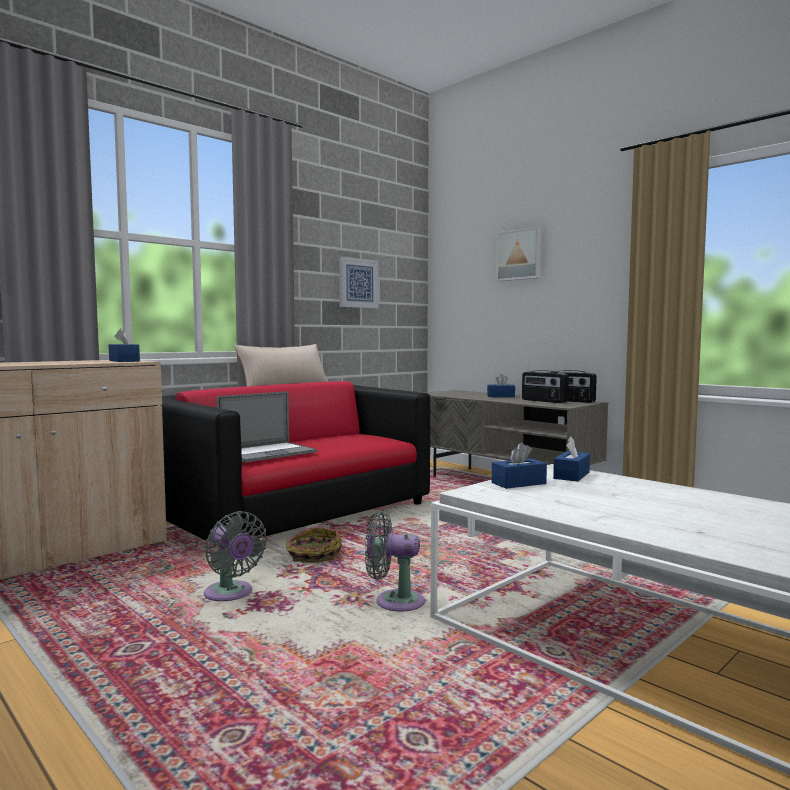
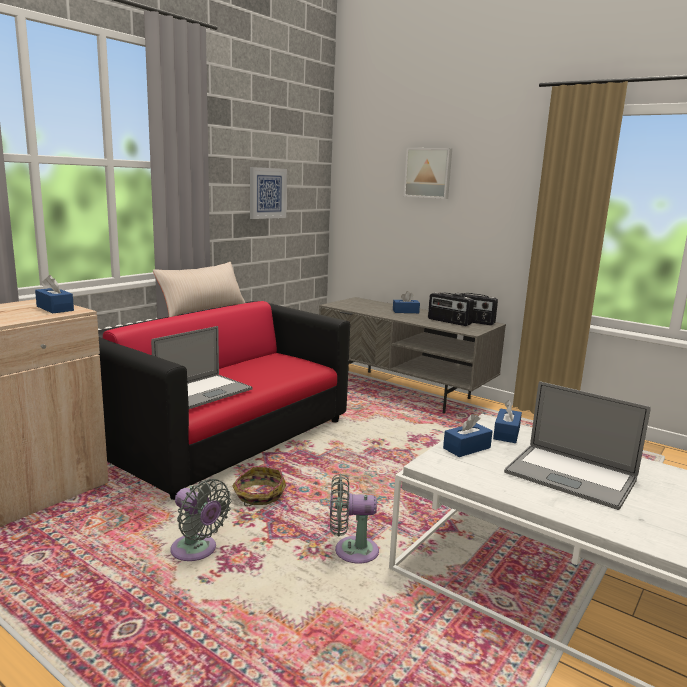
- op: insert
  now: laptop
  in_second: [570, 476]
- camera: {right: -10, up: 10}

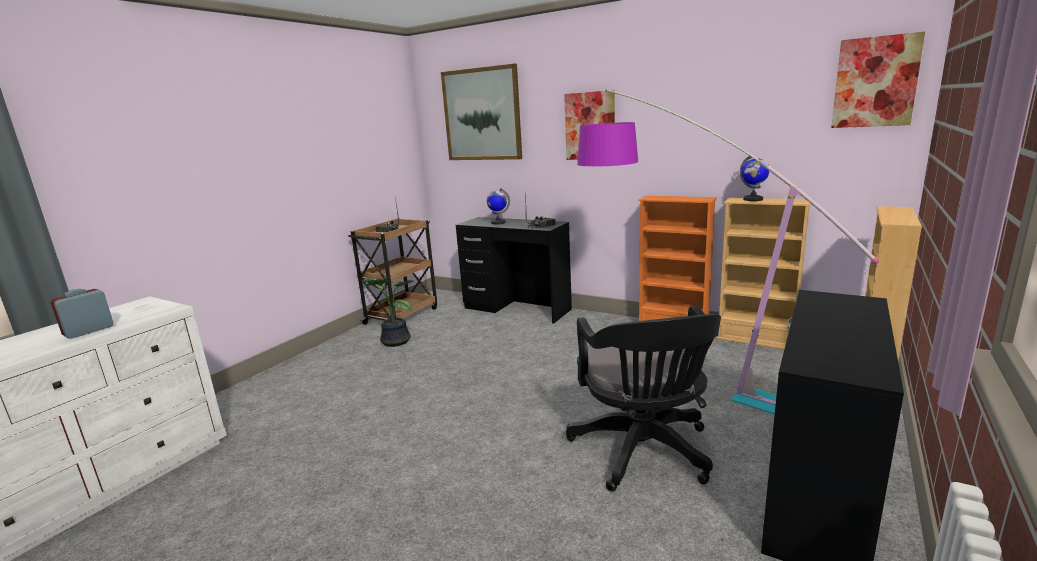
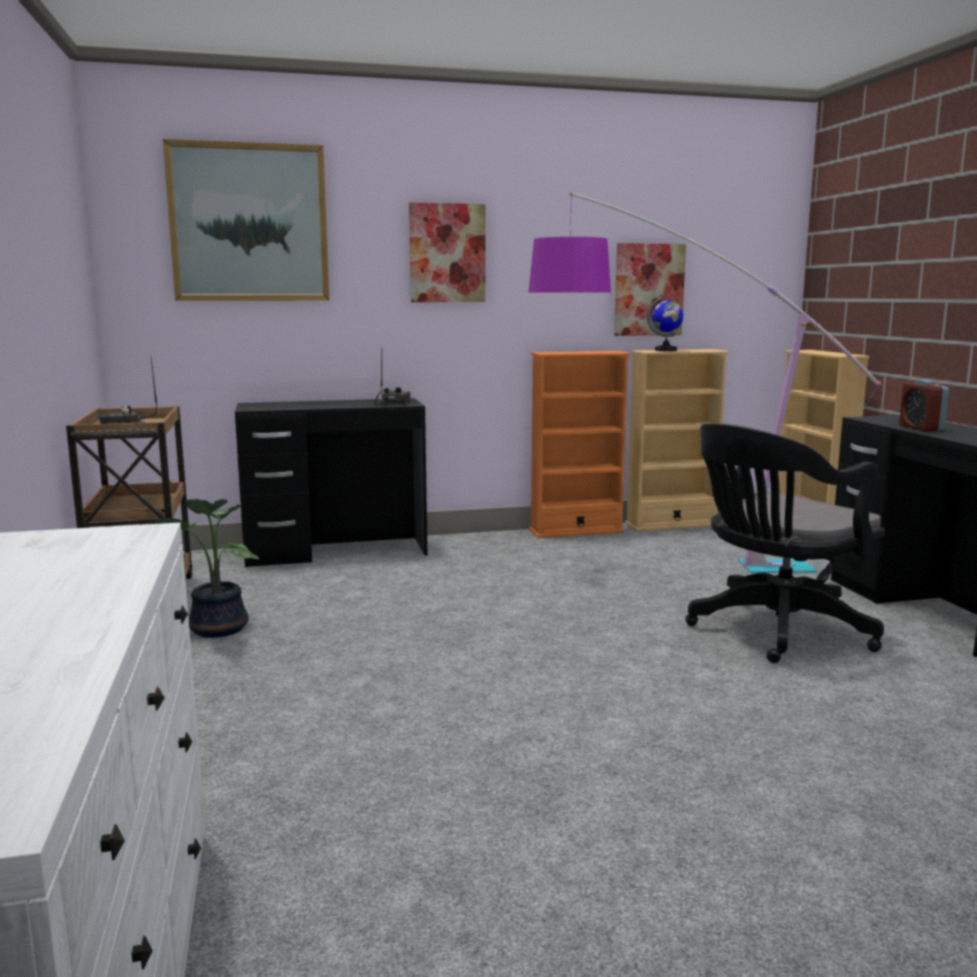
- op: delete
  was: globe
  in_first: [498, 223]
- op: move
  was: alarm clock
  in_first: [89, 331]
  in_second: [921, 428]
- op: move
  was: picture
  in_first: [875, 82]
  in_second: [648, 290]
- op: rotate
  was: black office chair
  in_first: [643, 453]
  in_second: [774, 631]
  clockwise: 105
- camera: {right: -45, up: -5}

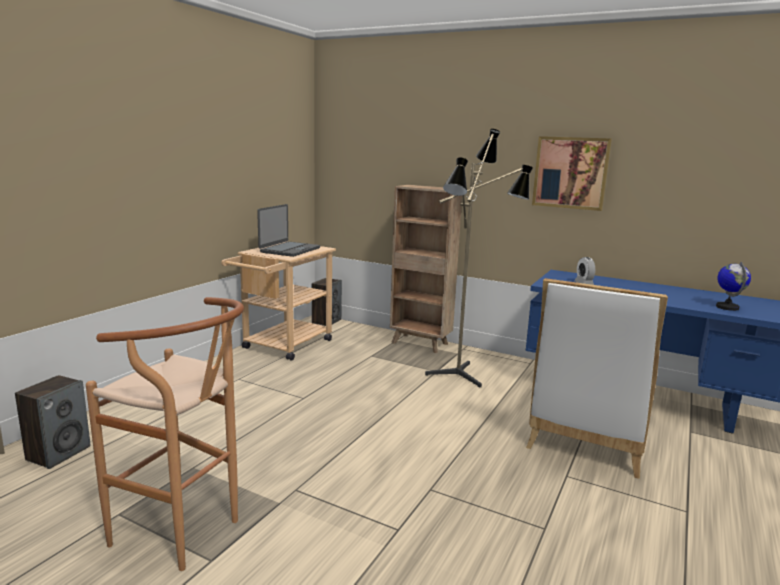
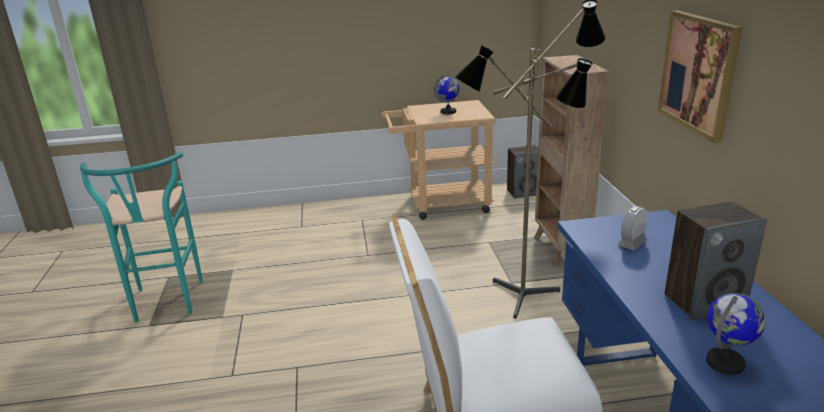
- op: move
  was: speaker
  in_first: [58, 453]
  in_second: [704, 301]
- op: replace
  was: laptop
  now: globe
  in_first: [289, 250]
  in_second: [448, 112]
- op: recolor
  was: brown stool
  now: turquoise stool
  in_first: [186, 534]
  in_second: [166, 305]
- camera: {right: 55, up: 10}

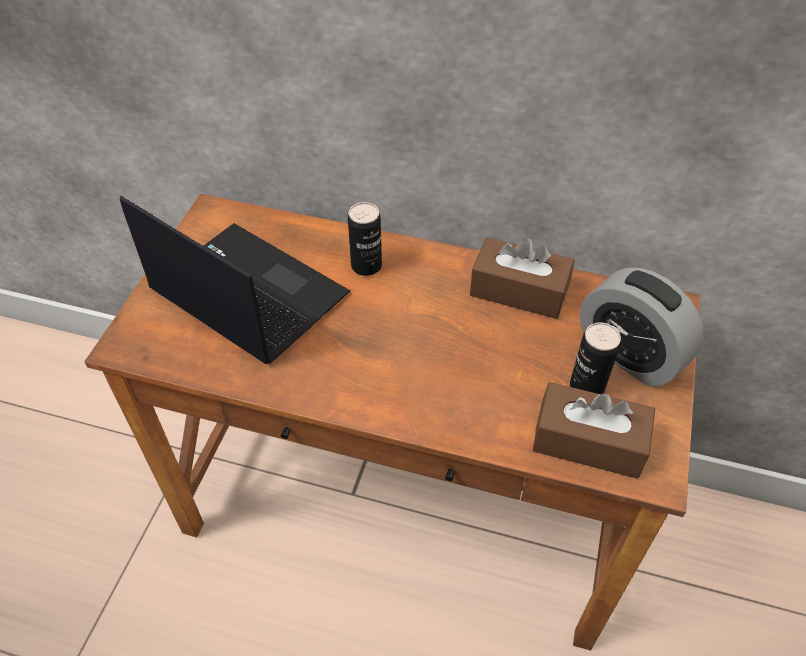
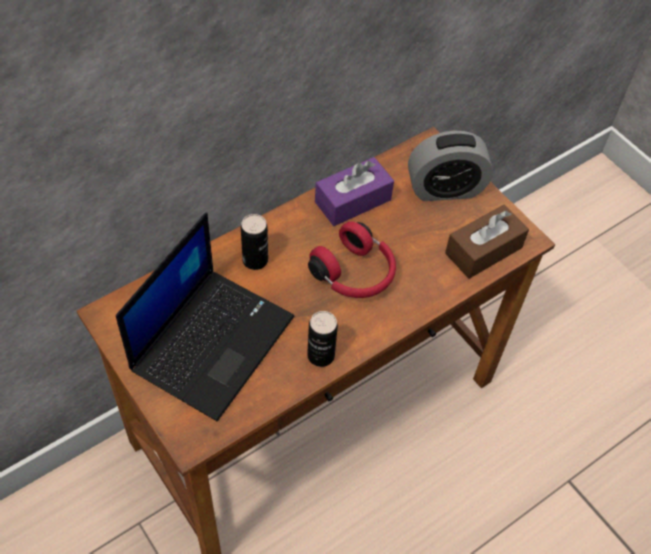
- op: insert
  now: red headphones
  in_second: [355, 274]
- op: move
  was: can
  in_first: [587, 387]
  in_second: [321, 355]
- op: recolor
  was: brown tissue box
  now: purple tissue box
  in_first: [519, 291]
  in_second: [353, 201]
- op: rotate
  was: laptop
  in_first: [246, 293]
  in_second: [212, 341]
  clockwise: 135
- camera: {right: -55, up: 5}

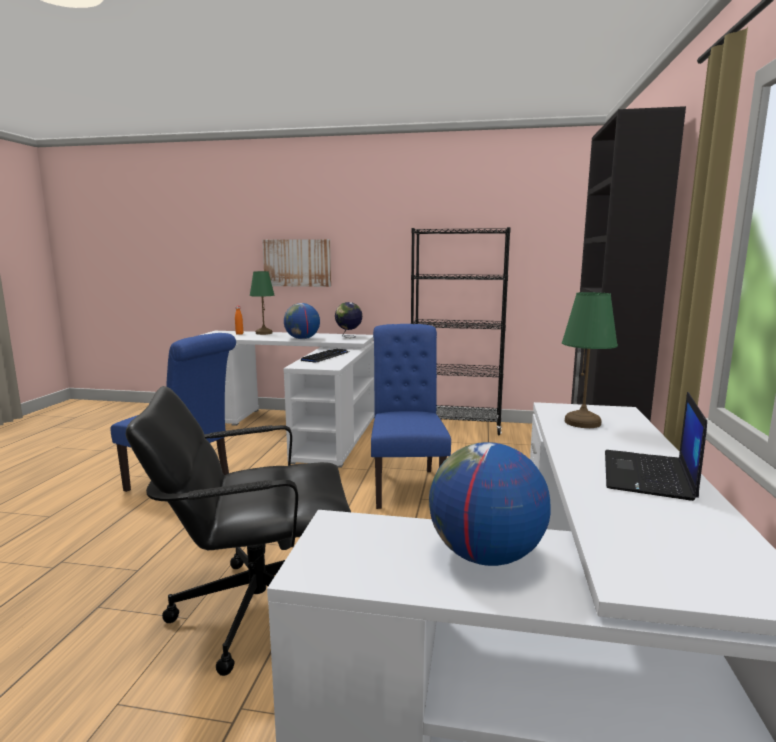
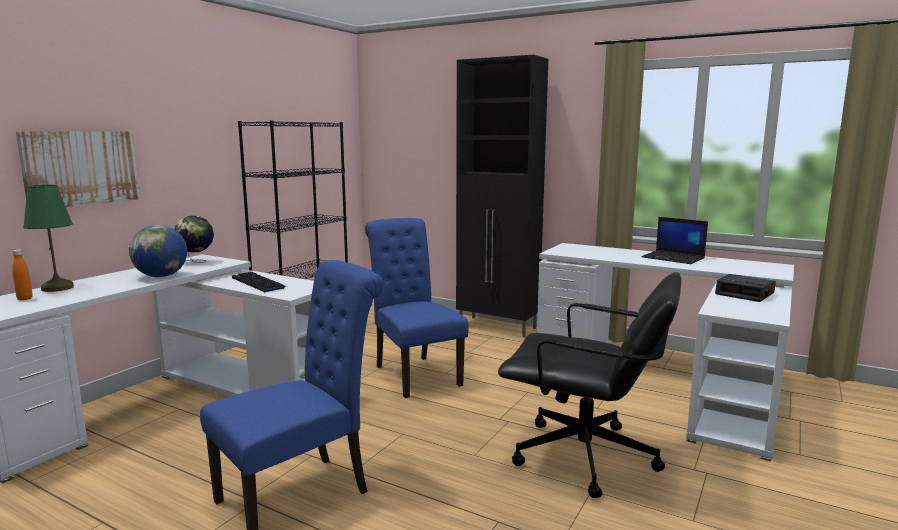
- op: delete
  was: green table lamp
  in_first: [582, 422]
- op: replace
  was: globe
  now: alarm clock
  in_first: [485, 556]
  in_second: [745, 294]
- op: rotate
  was: black office chair
  in_first: [256, 608]
  in_second: [586, 457]
  clockwise: -75
- op: rotate
  was: blue chair
  in_first: [406, 485]
  in_second: [414, 373]
  clockwise: 45
- camera: {right: -70, up: 0}

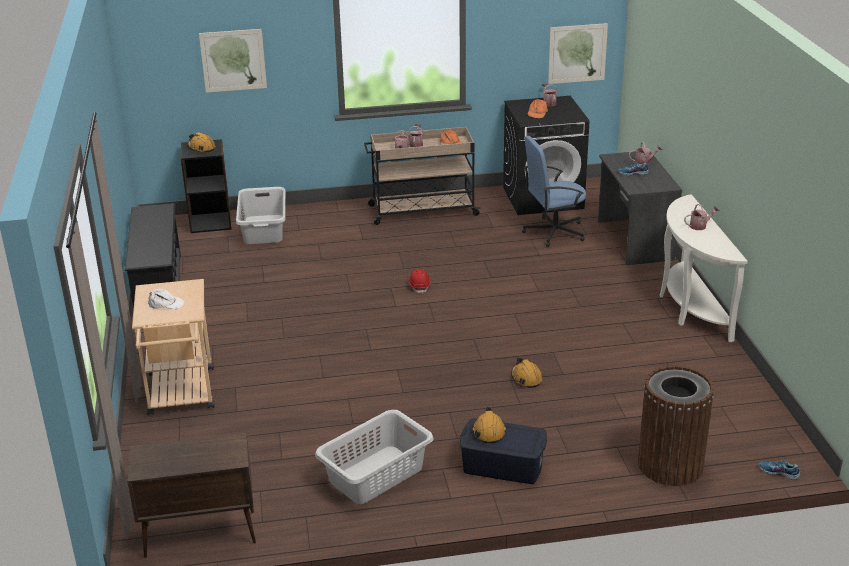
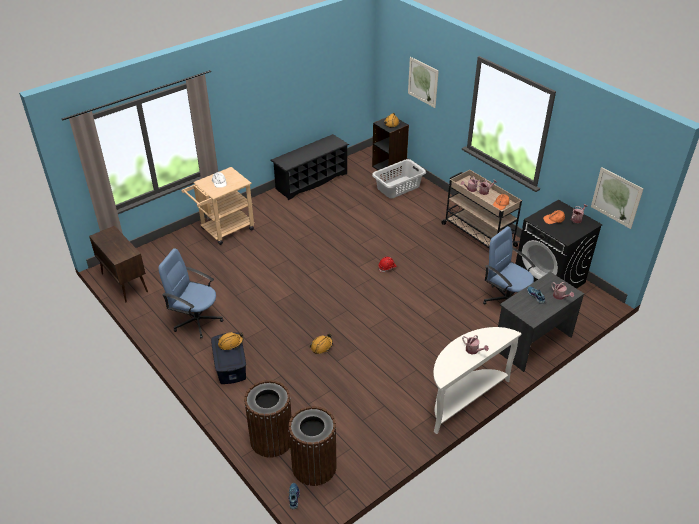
- op: insert
  now: brown trash can
  in_second: [314, 466]
- op: replace
  was: grey laundry basket
  now: blue office chair
  in_first: [375, 474]
  in_second: [197, 320]
- camera: {right: 60, up: 10}

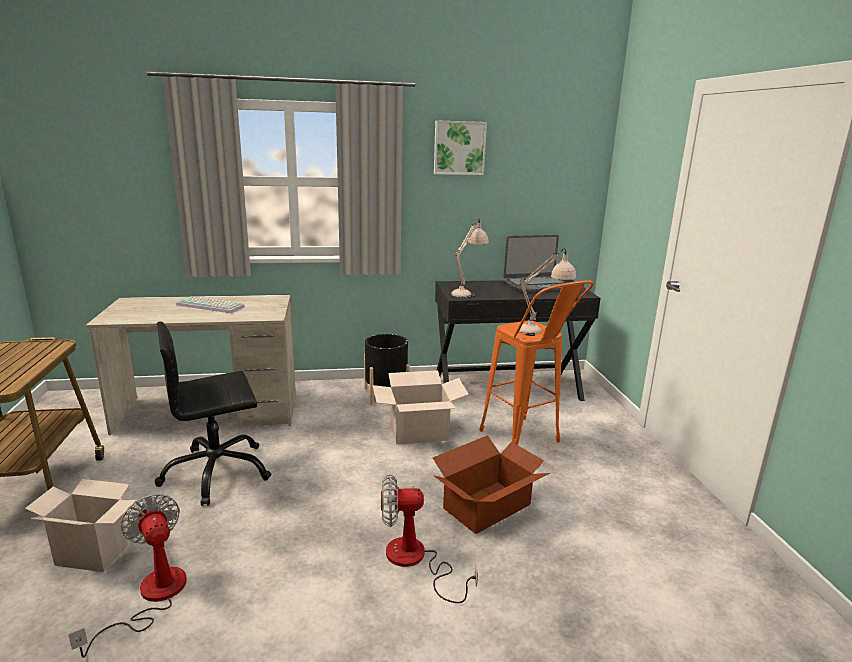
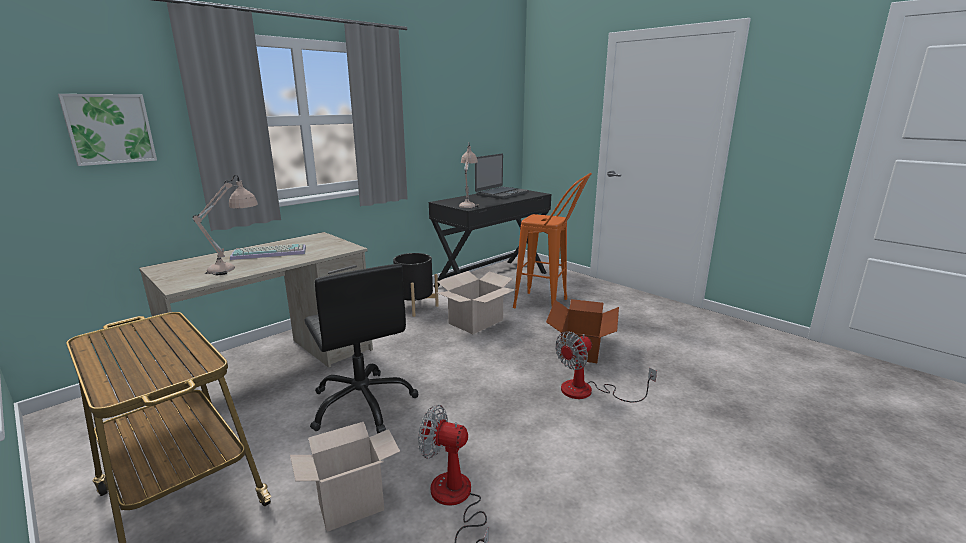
- op: move
  was: picture
  in_first: [459, 148]
  in_second: [109, 129]
- op: move
  was: beige table lamp
  in_first: [542, 331]
  in_second: [236, 267]
- op: rotate
  was: black office chair
  in_first: [216, 472]
  in_second: [363, 403]
  clockwise: -60
- camera: {right: -35, up: 0}

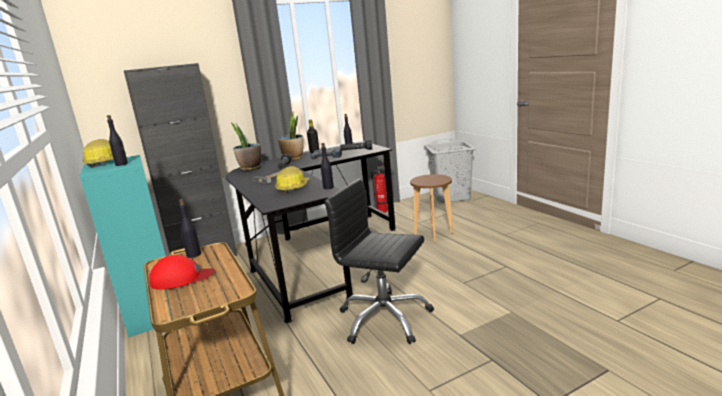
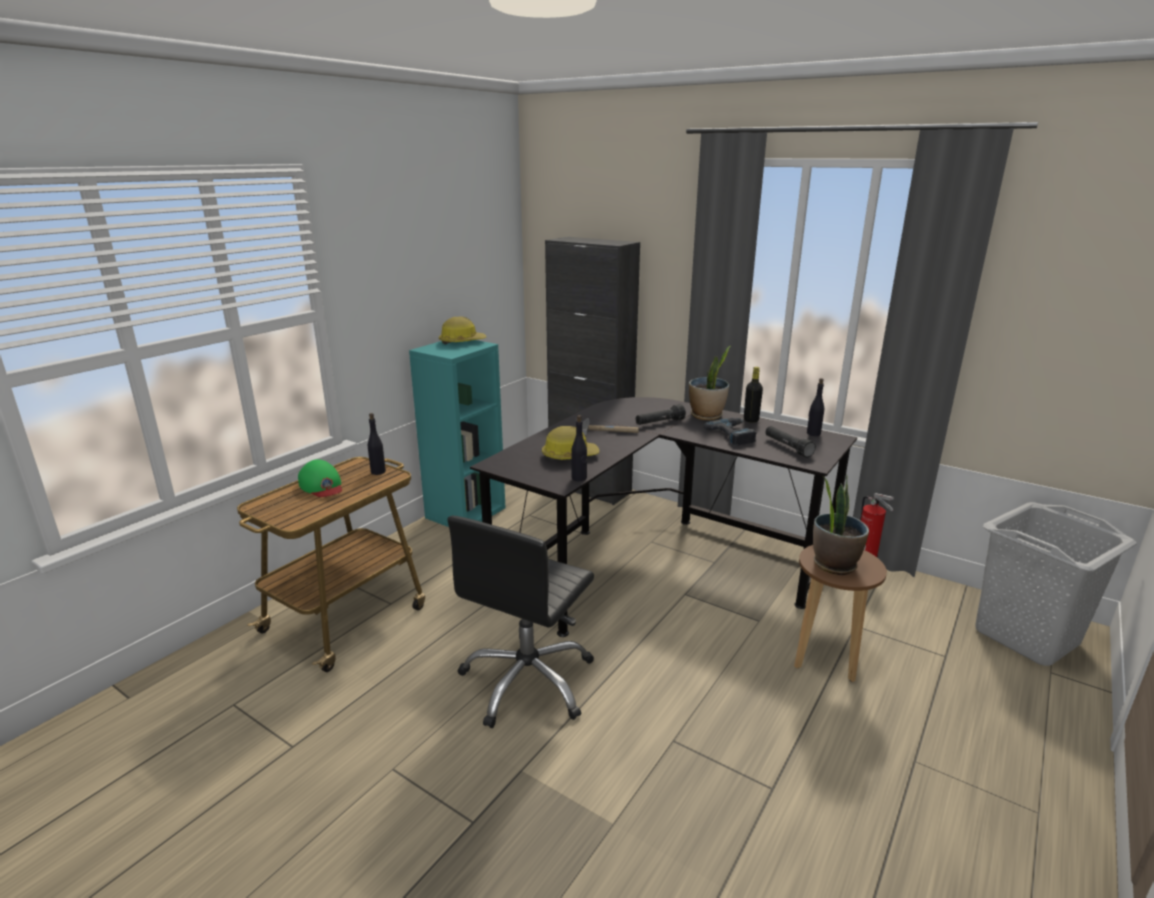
- op: delete
  was: black bottle
  in_first: [122, 164]
- op: move
  was: potted plant
  in_first: [250, 168]
  in_second: [834, 564]
- op: recolor
  was: red cap
  now: green cap
  in_first: [181, 278]
  in_second: [321, 485]
- op: rotate
  was: black office chair
  in_first: [384, 319]
  in_second: [528, 681]
  clockwise: -150
- camera: {right: 60, up: 5}

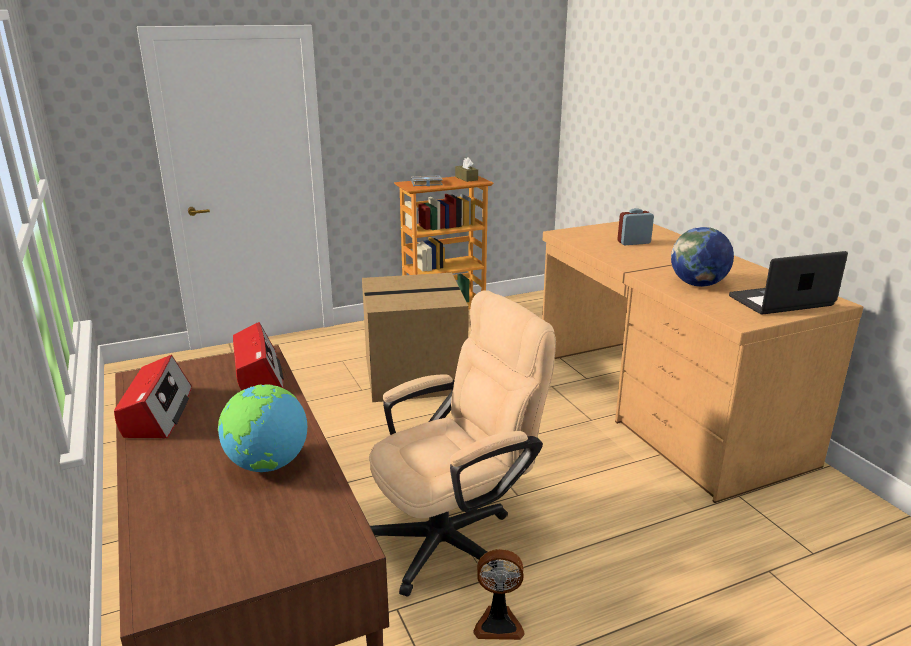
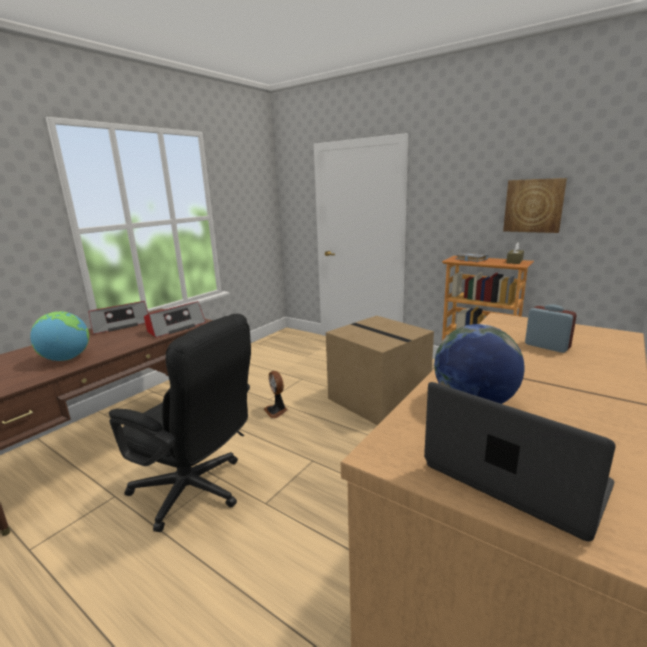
- op: insert
  now: picture
  in_second: [533, 205]
- op: move
  was: fan
  in_first: [498, 623]
  in_second: [276, 411]
- op: recolor
  was: beige office chair
  now: black office chair
  in_first: [455, 537]
  in_second: [196, 492]
- camera: {right: 60, up: -5}

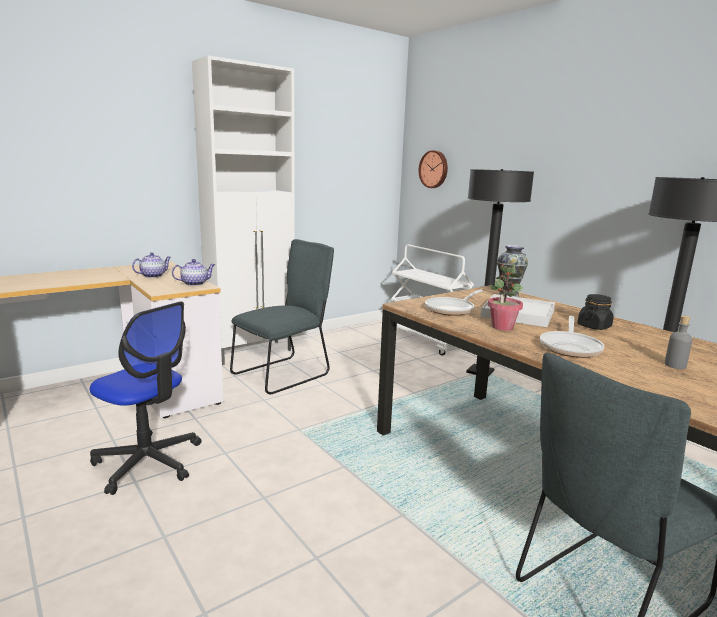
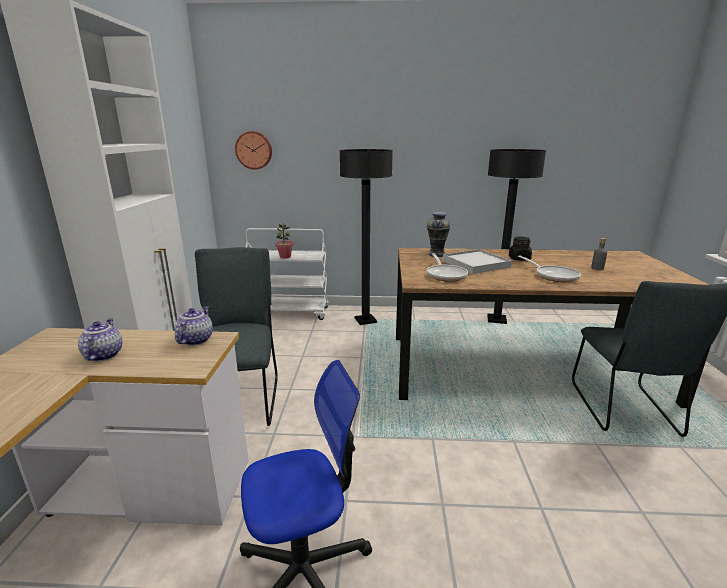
- op: move
  was: potted plant
  in_first: [502, 327]
  in_second: [285, 257]
- camera: {right: -50, up: 5}

